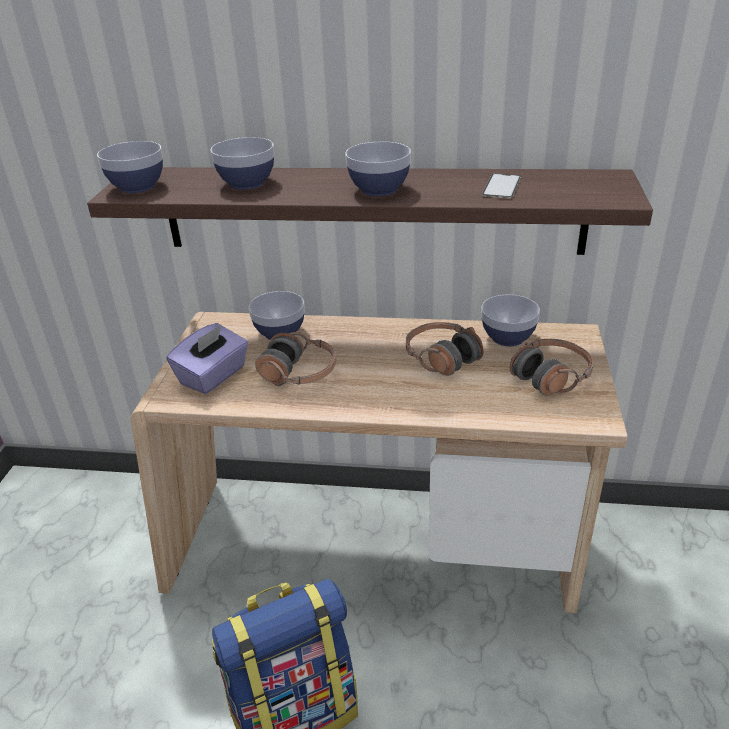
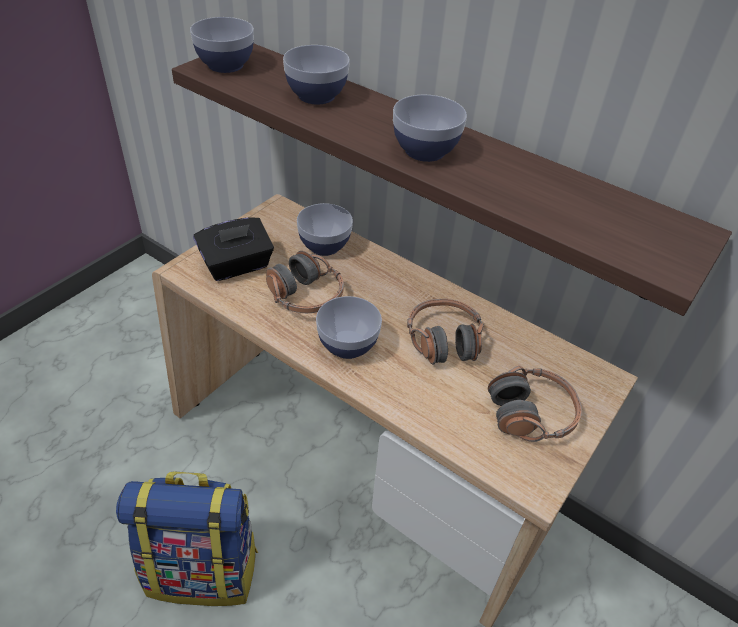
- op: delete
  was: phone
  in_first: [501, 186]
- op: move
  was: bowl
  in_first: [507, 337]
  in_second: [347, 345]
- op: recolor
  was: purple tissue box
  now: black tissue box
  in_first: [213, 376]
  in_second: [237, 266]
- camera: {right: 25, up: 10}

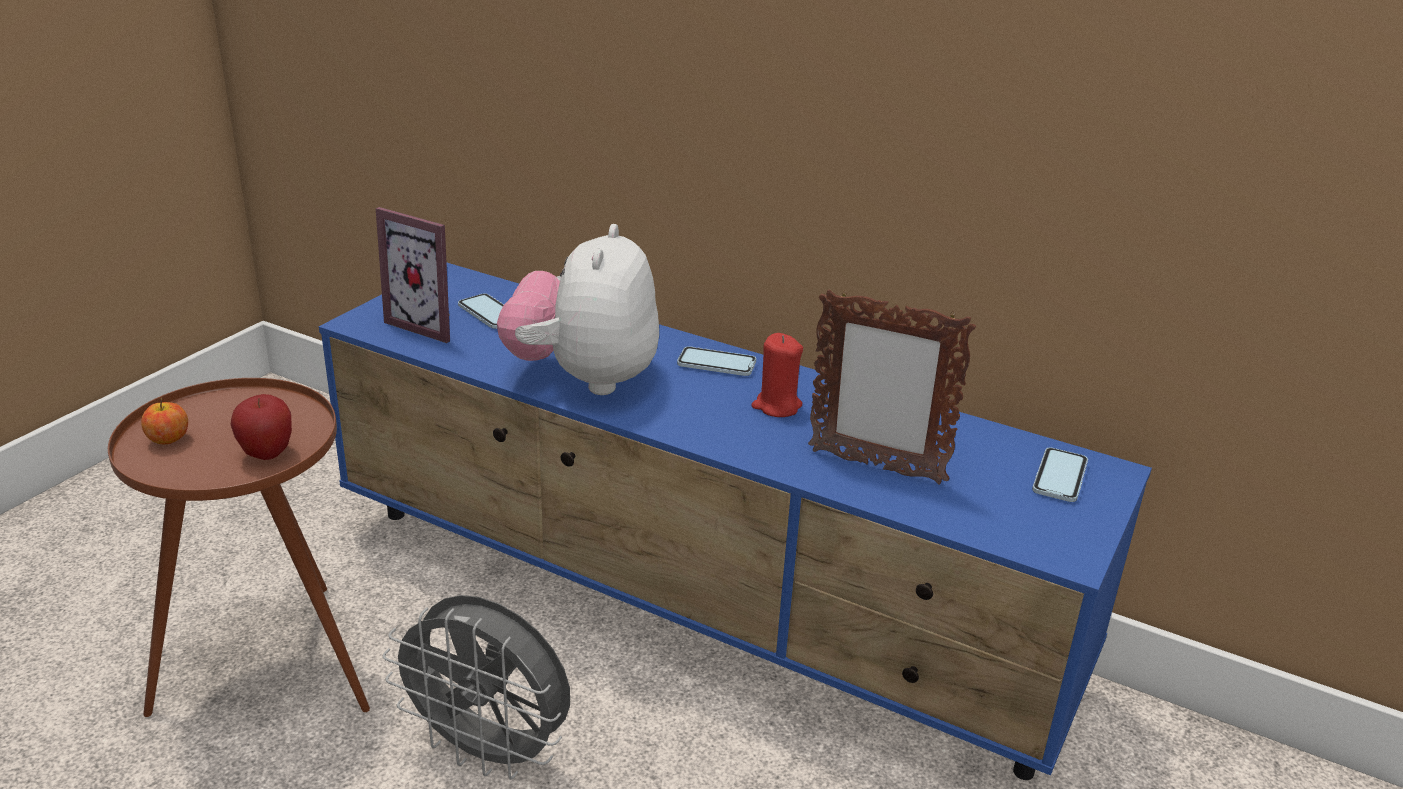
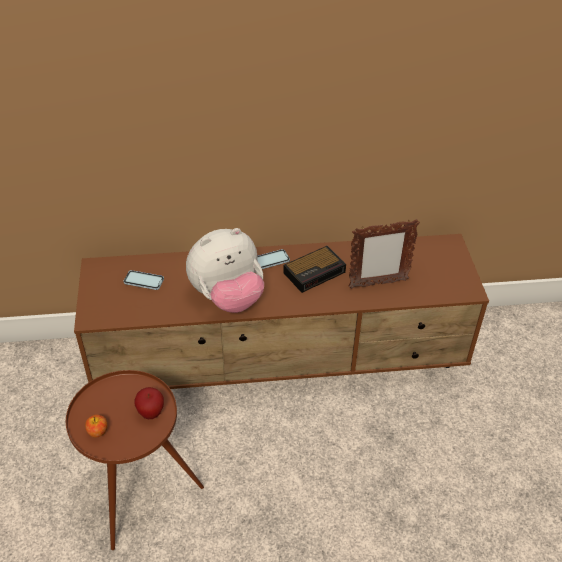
- op: delete
  was: picture frame
  in_first: [430, 324]
- op: delete
  was: grey fan
  in_first: [489, 752]
- op: delete
  was: phone
  in_first: [1059, 477]
- op: replace
  was: red candle
  now: alarm clock
  in_first: [776, 406]
  in_second: [315, 272]
- op: recolor
  was: blue tv stand
  now: brown tv stand
  in_first: [696, 606]
  in_second: [281, 362]
- op: rotate
  was: plush toy
  in_first: [584, 378]
  in_second: [228, 297]
  clockwise: -90
- camera: {right: -35, up: 15}

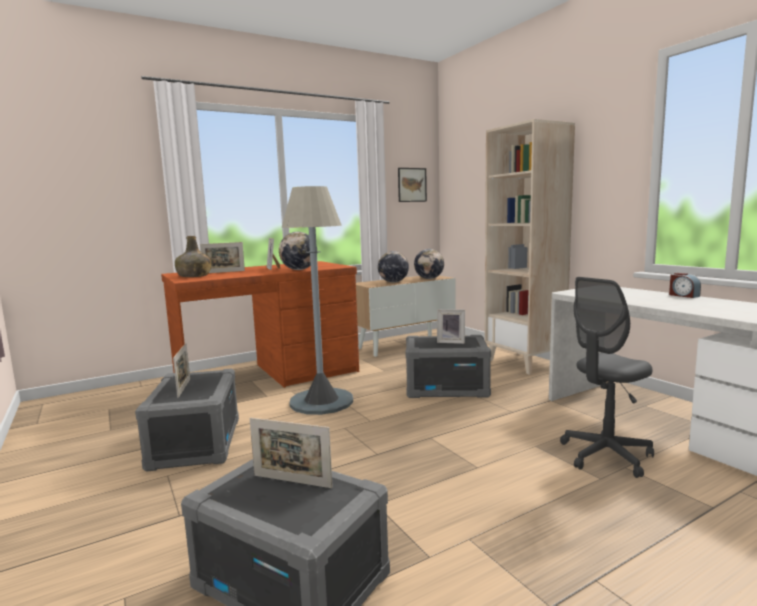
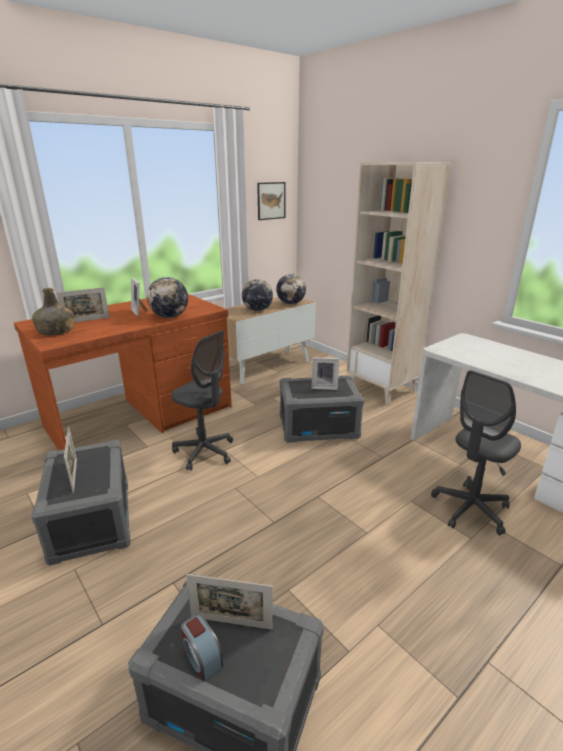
- op: move
  was: alarm clock
  in_first: [683, 295]
  in_second: [202, 657]
- op: replace
  was: grey floor lamp
  now: grey office chair
  in_first: [321, 402]
  in_second: [204, 452]
- camera: {right: -10, up: 15}

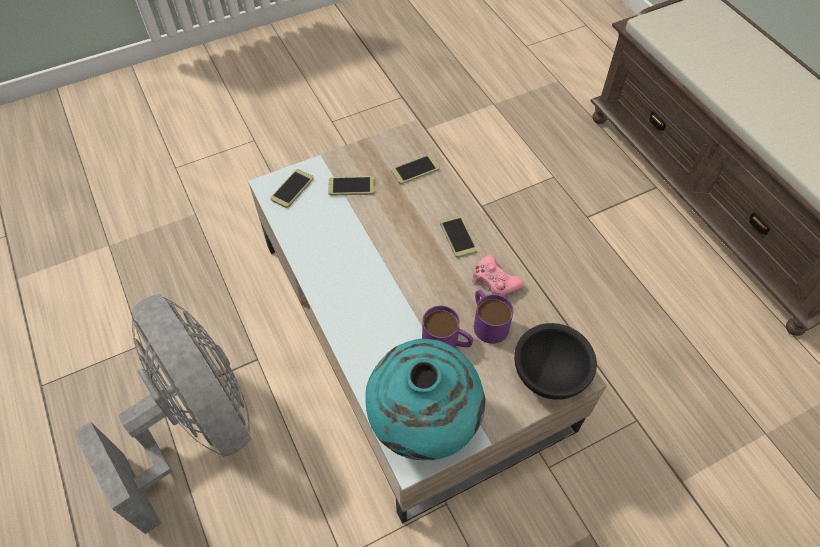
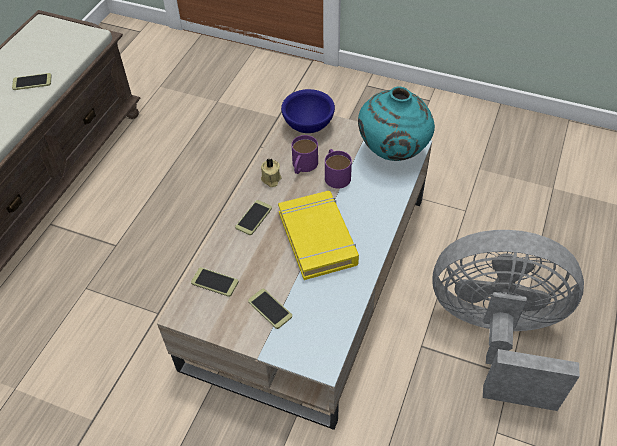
- op: insert
  now: yellow book
  in_second: [318, 238]
- op: move
  was: phone
  in_first: [292, 188]
  in_second: [32, 82]
- op: replace
  was: pink game controller
  now: beige candle
  in_first: [495, 281]
  in_second: [271, 179]
- op: recolor
  was: black bowl
  now: blue bowl
  in_first: [547, 374]
  in_second: [308, 126]
- op: rotate
  was: grey fan
  in_first: [196, 427]
  in_second: [496, 337]
  clockwise: 90
- camera: {right: -130, up: -5}

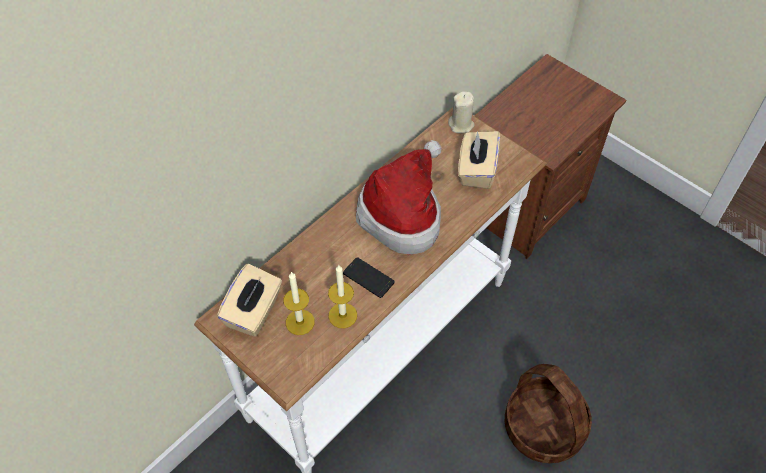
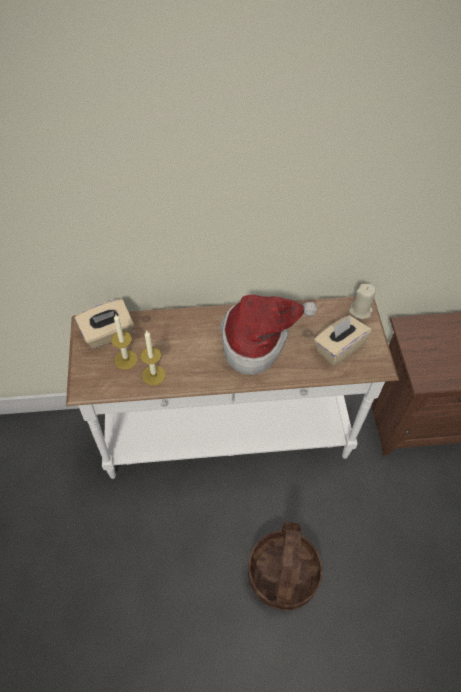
- op: delete
  was: phone
  in_first: [368, 278]
- camera: {right: 40, up: 0}

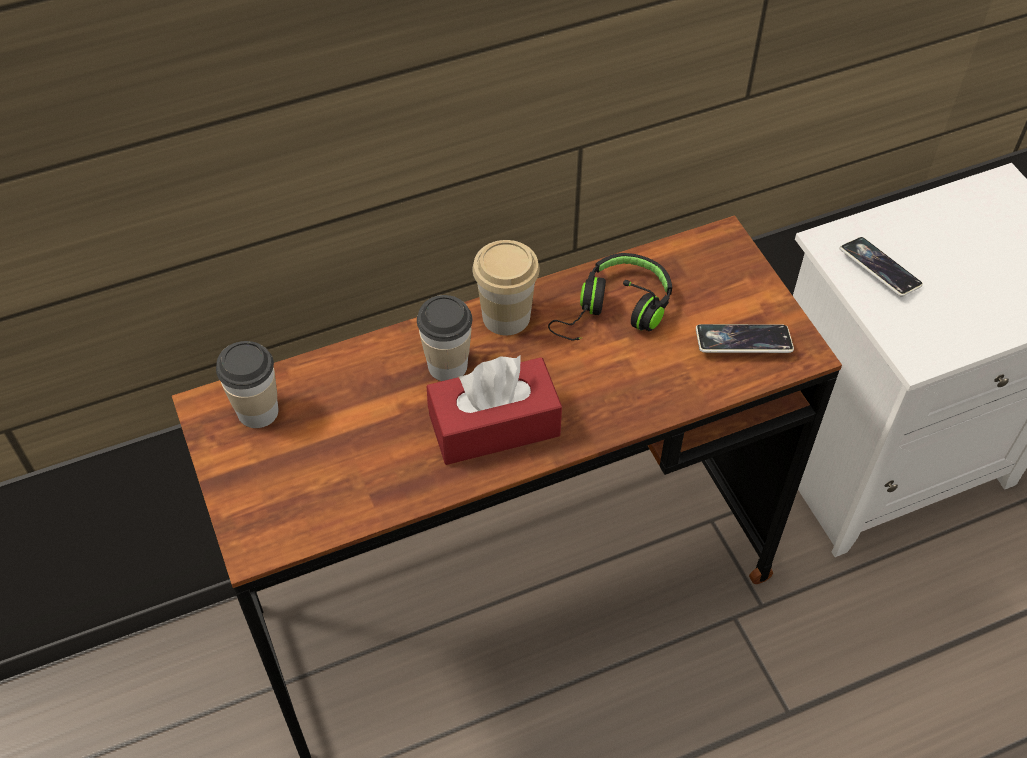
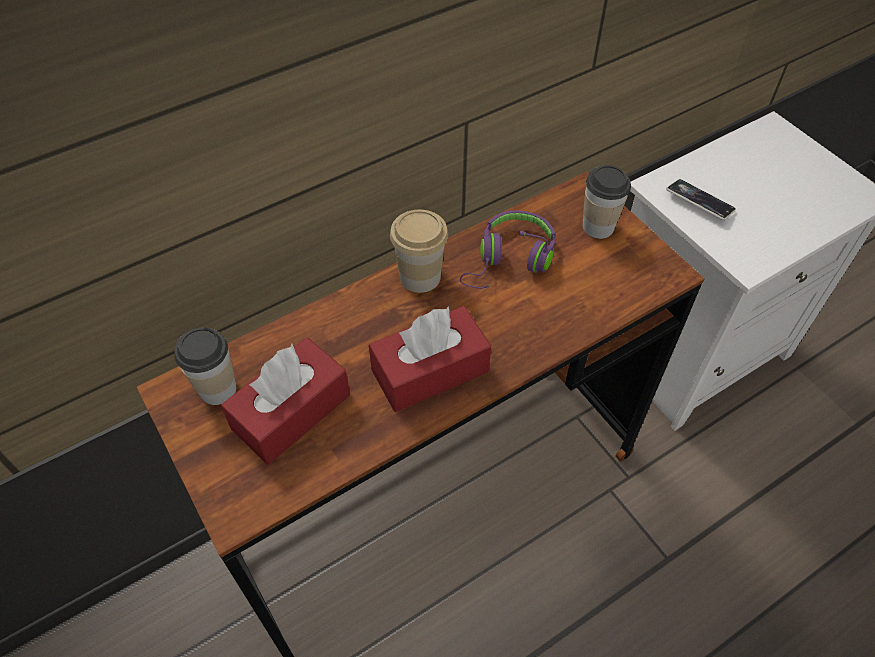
- op: delete
  was: phone
  in_first: [743, 342]
- op: insert
  now: red tissue box
  in_second: [291, 412]
- op: move
  was: cup
  in_first: [447, 365]
  in_second: [598, 226]
- op: recolor
  was: black headphones
  now: purple headphones
  in_first: [614, 312]
  in_second: [510, 260]
- camera: {right: -10, up: 0}

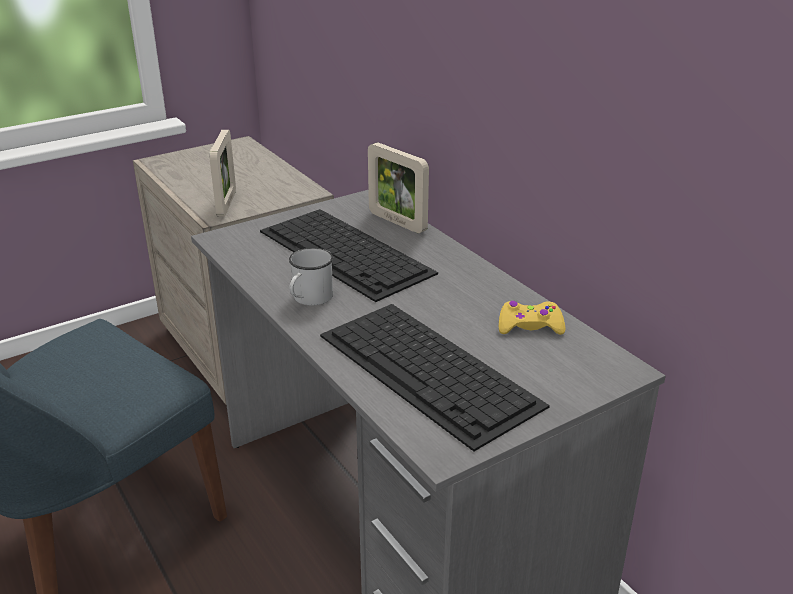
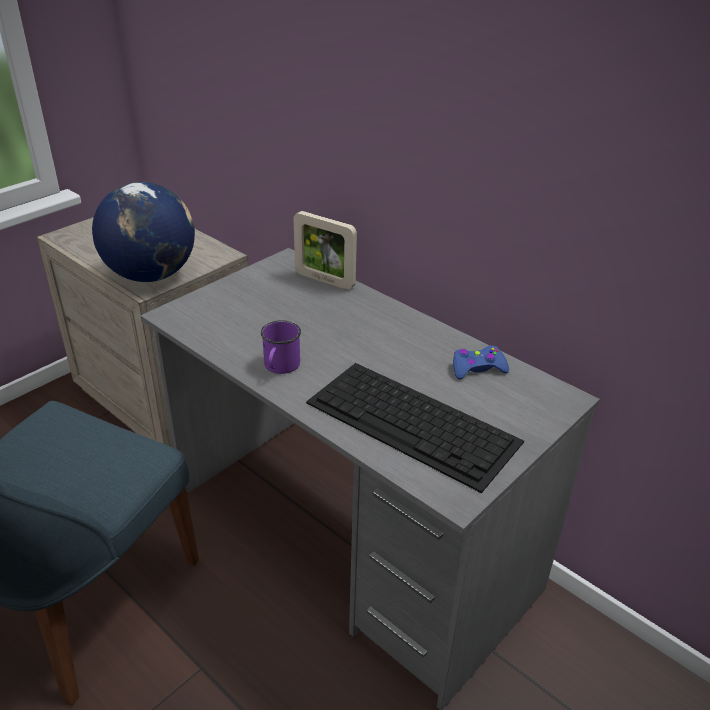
- op: delete
  was: keyboard
  in_first: [347, 252]
- op: replace
  was: picture frame
  now: globe
  in_first: [226, 204]
  in_second: [151, 275]
- op: recolor
  was: white mug
  now: purple mug
  in_first: [309, 299]
  in_second: [280, 367]
- op: recolor
  was: yellow game controller
  now: blue game controller
  in_first: [529, 326]
  in_second: [477, 368]
- camera: {right: -15, up: 5}

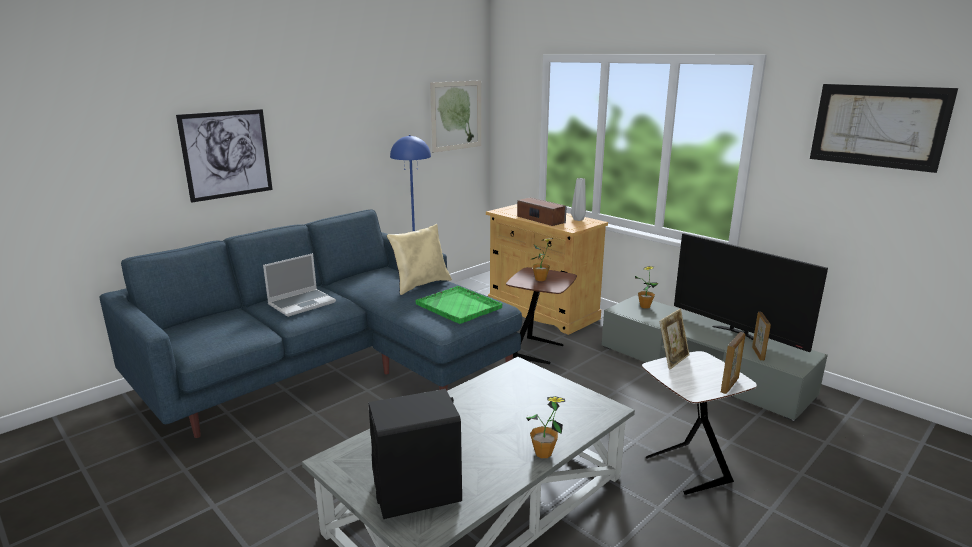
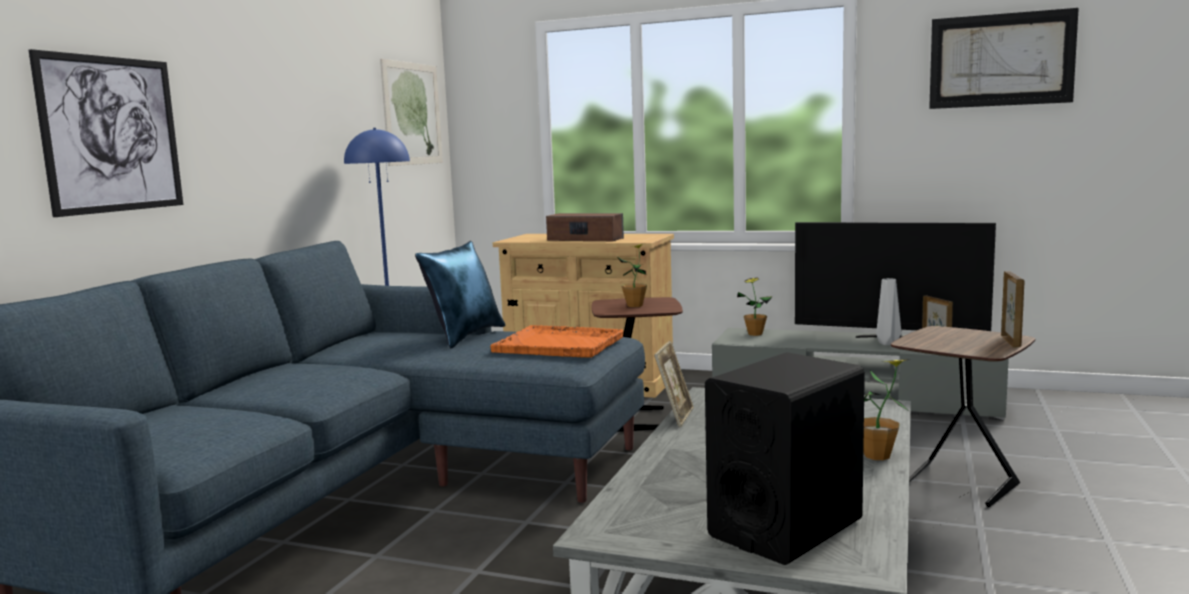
- op: delete
  was: laptop
  in_first: [302, 303]
- op: move
  was: grey vase
  in_first: [578, 219]
  in_second: [889, 344]
- op: move
  was: picture frame
  in_first: [672, 359]
  in_second: [675, 416]
- op: recolor
  was: beige pillow
  now: blue pillow
  in_first: [421, 285]
  in_second: [465, 336]
- op: recolor
  was: green tray
  now: orange tray
  in_first: [459, 306]
  in_second: [560, 344]
- op: recolor
  was: white side table
  now: brown side table
  in_first: [685, 470]
  in_second: [958, 486]
- camera: {right: -25, up: -10}

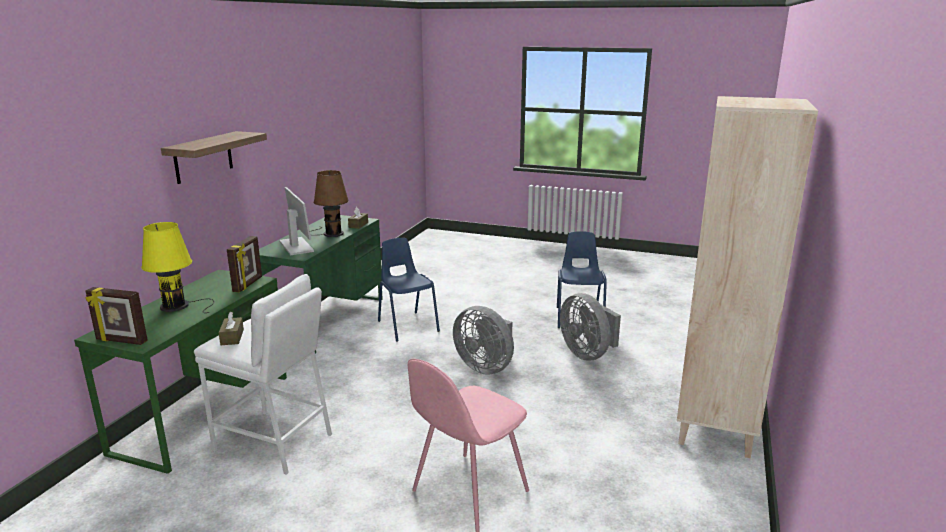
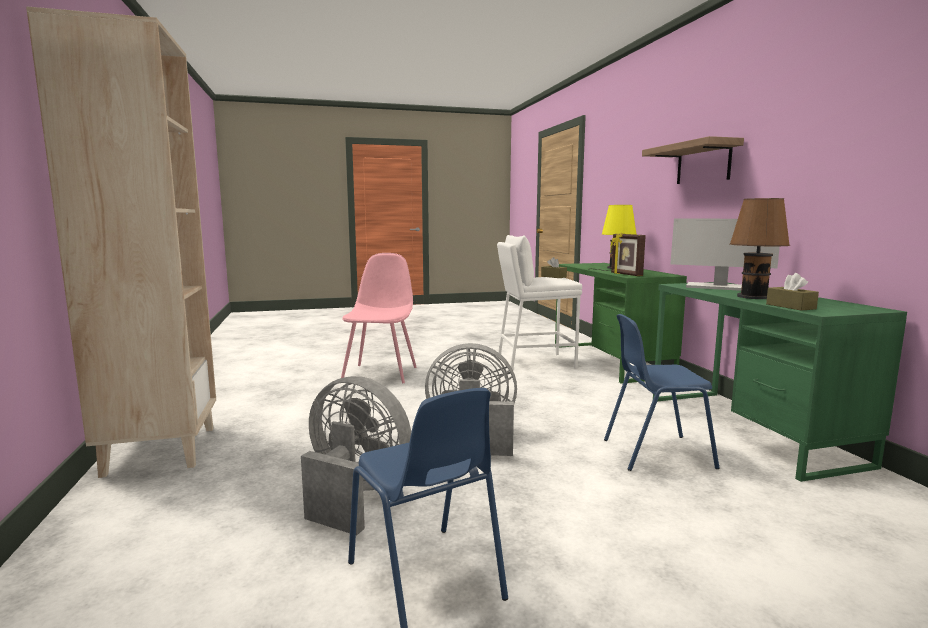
- op: delete
  was: picture frame
  in_first: [121, 341]
- op: rotate
  was: blue chair
  in_first: [407, 326]
  in_second: [655, 453]
  clockwise: 150
- camera: {right: 145, up: -10}

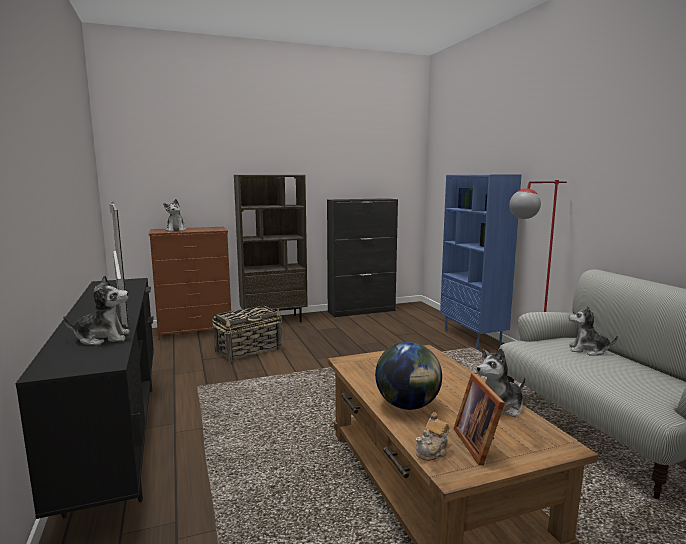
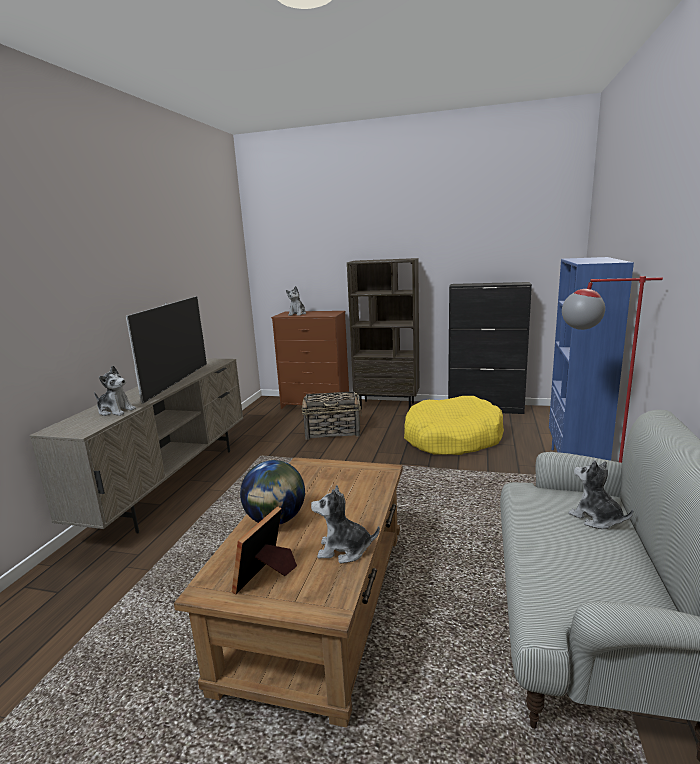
- op: delete
  was: teapot
  in_first: [432, 451]
- op: insert
  now: yellow dog bed
  in_second: [452, 438]
- op: recolor
  was: black tv stand
  now: beige tv stand
  in_first: [117, 439]
  in_second: [173, 484]
- camera: {right: 35, up: 5}

